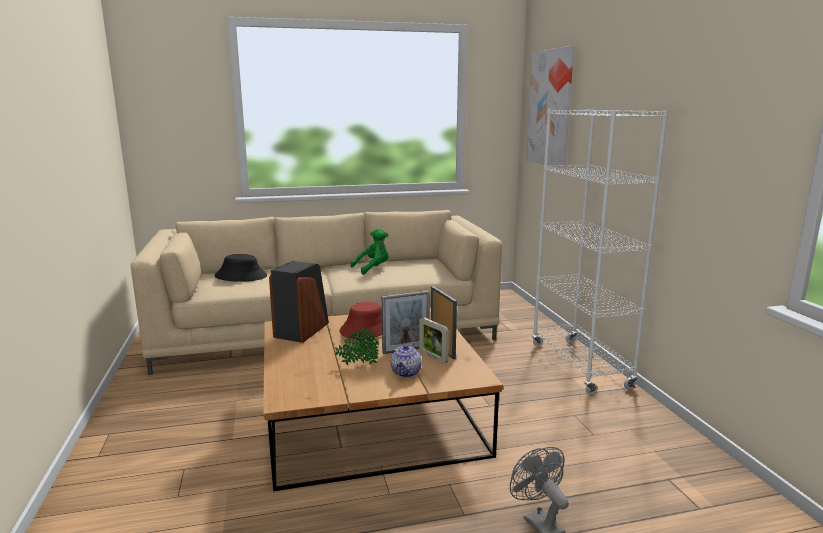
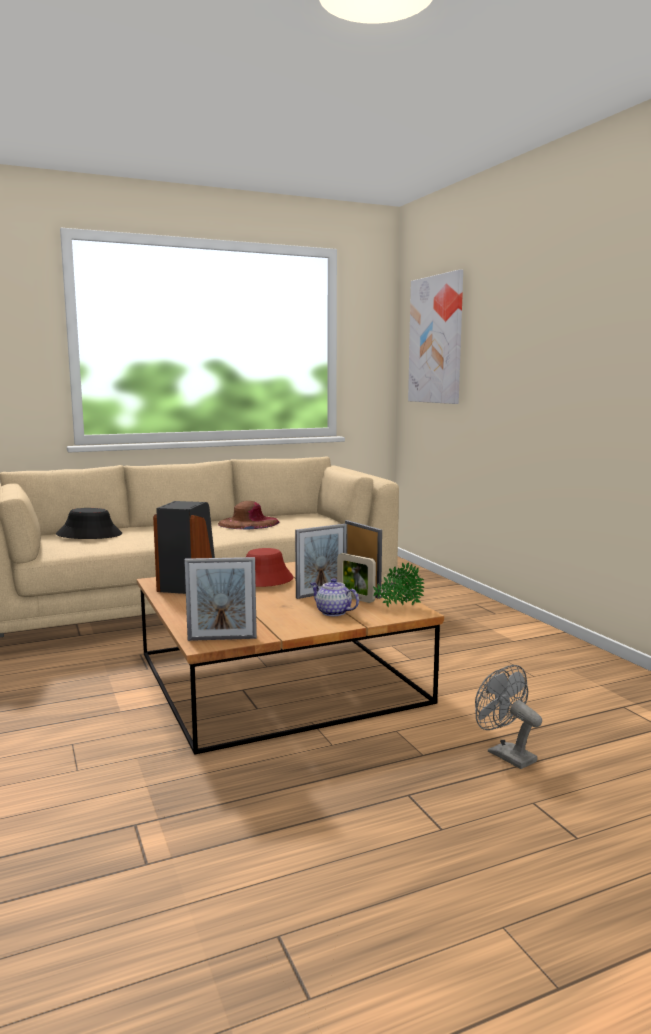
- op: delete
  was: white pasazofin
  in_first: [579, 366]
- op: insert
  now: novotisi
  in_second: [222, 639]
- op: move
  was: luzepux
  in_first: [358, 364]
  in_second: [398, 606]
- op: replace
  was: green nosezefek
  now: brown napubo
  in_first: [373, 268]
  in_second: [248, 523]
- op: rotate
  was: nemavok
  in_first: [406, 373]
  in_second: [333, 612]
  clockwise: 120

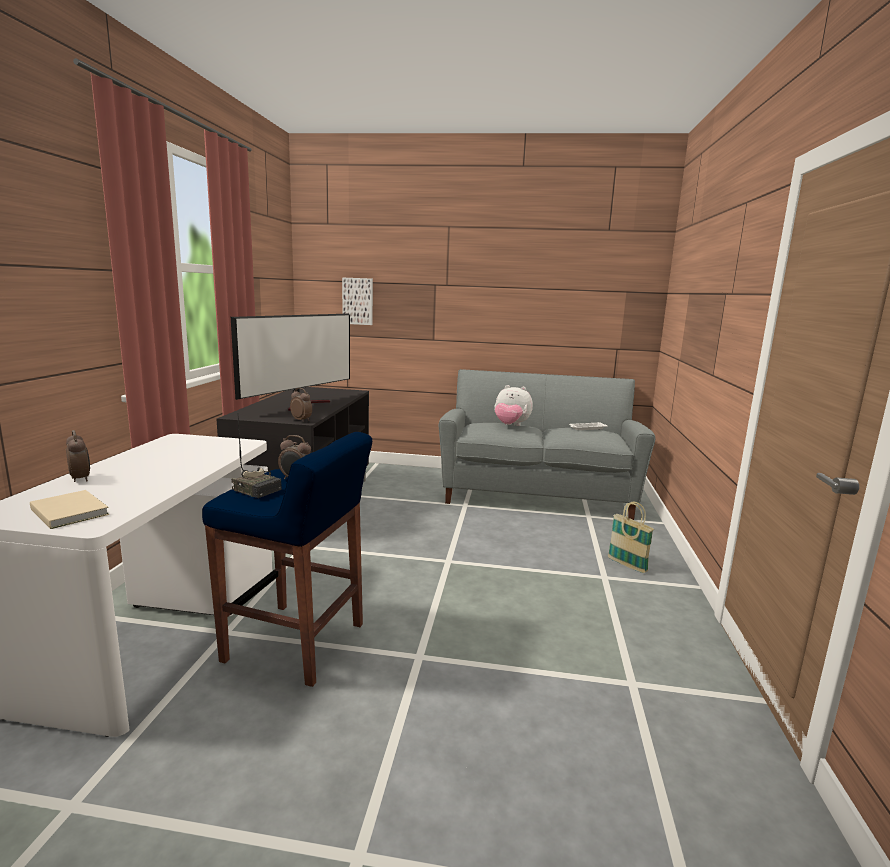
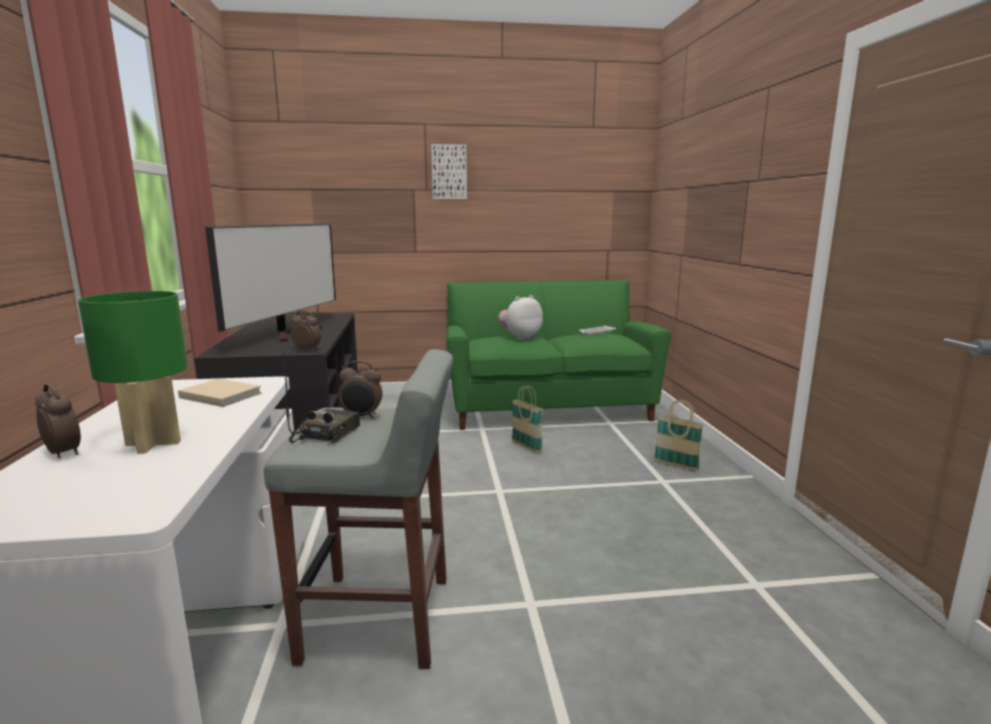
- op: insert
  now: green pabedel
  in_second: [153, 444]
- op: insert
  now: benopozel
  in_second: [526, 447]
- op: move
  was: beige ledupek
  in_first: [70, 511]
  in_second: [220, 395]
- op: move
  was: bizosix
  in_first: [358, 301]
  in_second: [449, 172]
- op: recolor
  was: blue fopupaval
  now: grey fopupaval
  in_first: [297, 643]
  in_second: [380, 619]
- op: recolor
  was: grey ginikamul
  now: green ginikamul
  in_first: [537, 493]
  in_second: [547, 407]
- op: rotate
  was: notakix
  in_first: [258, 489]
  in_second: [325, 434]
  clockwise: -90
- op: rotate
  was: nosezefek
  in_first: [511, 426]
  in_second: [520, 337]
  clockwise: 135

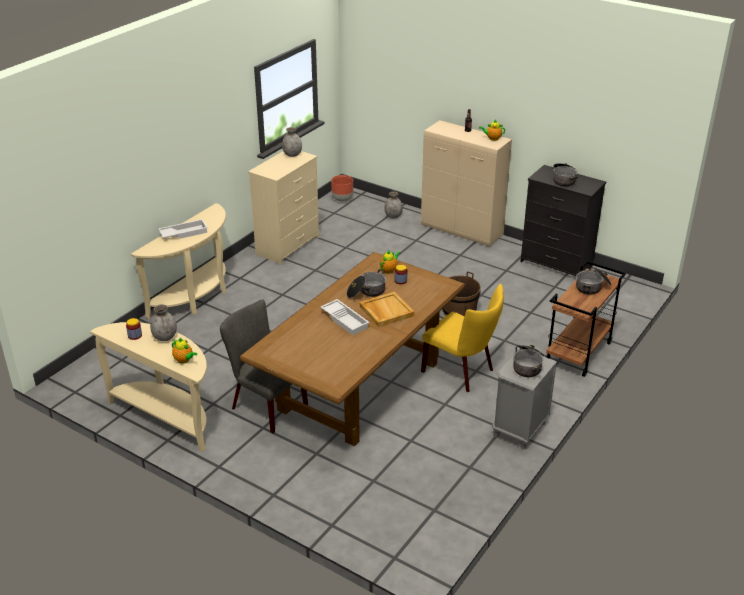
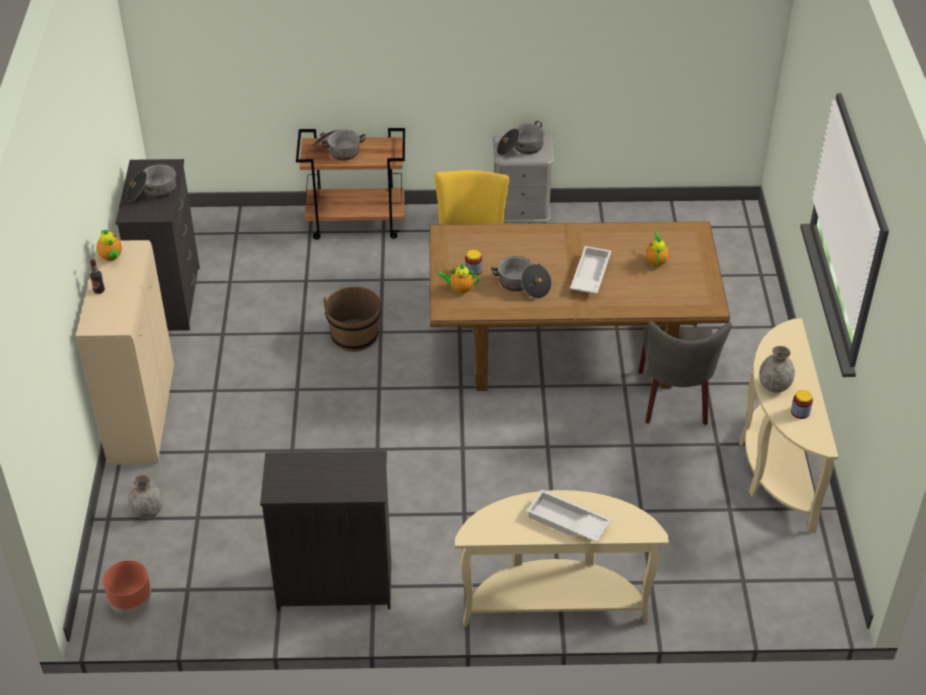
- op: delete
  was: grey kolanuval
  in_first: [292, 154]
- op: delete
  was: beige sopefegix
  in_first: [386, 311]
- op: move
  was: nemavok
  in_first: [184, 360]
  in_second: [656, 261]
- op: recolor
  was: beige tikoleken
  now: black tikoleken
  in_first: [288, 245]
  in_second: [333, 585]

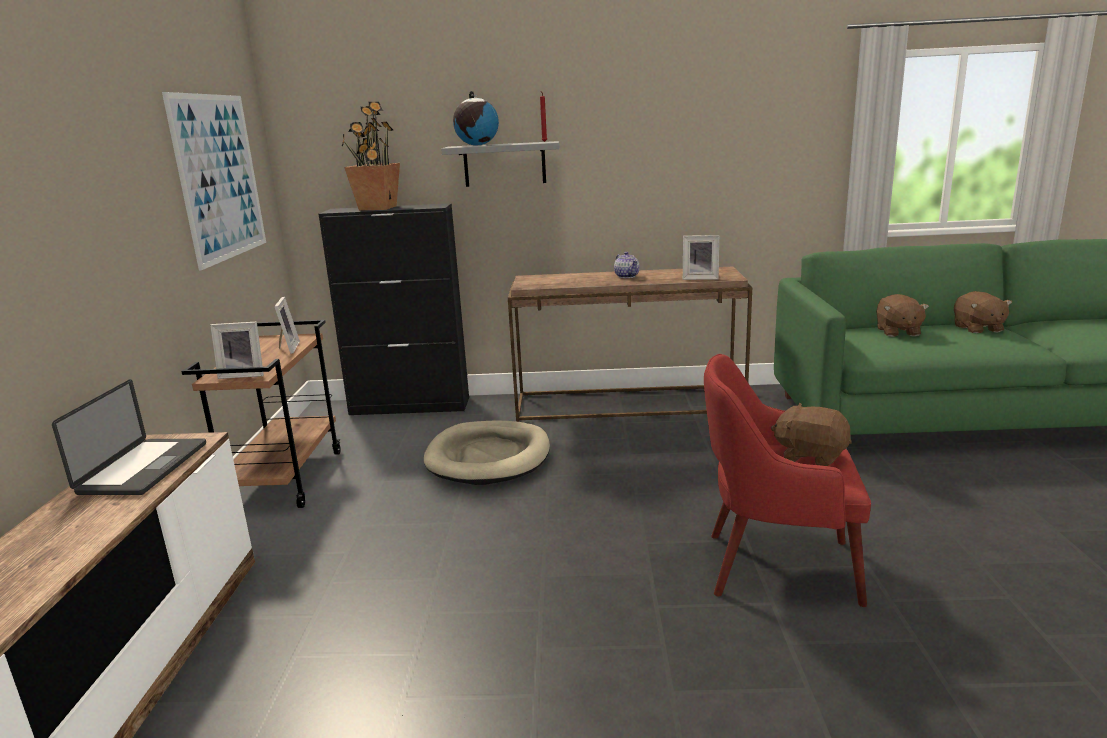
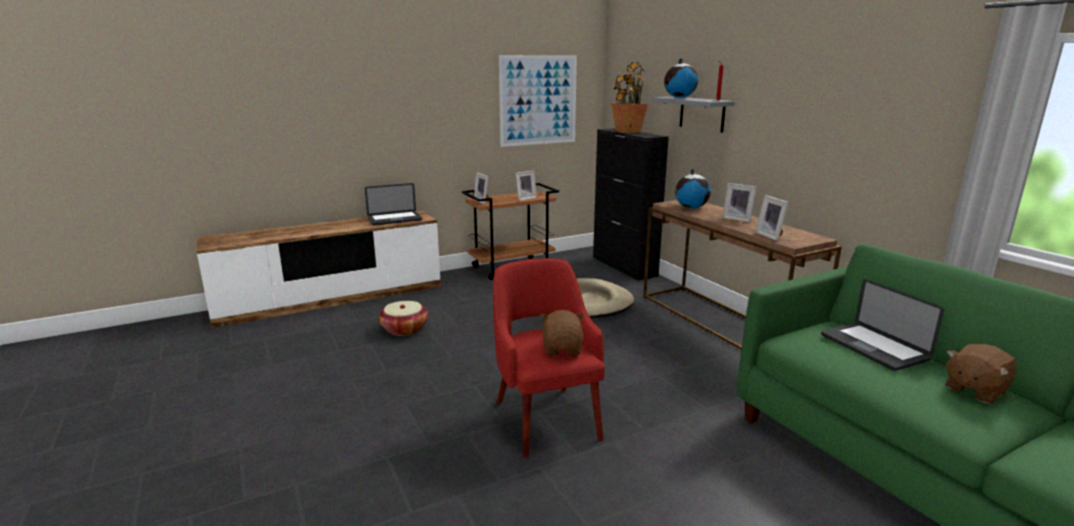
- op: insert
  now: benopozel
  in_second: [404, 329]
- op: insert
  now: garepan
  in_second: [691, 208]
- op: replace
  was: nemavok
  now: novotisi
  in_first: [627, 276]
  in_second: [738, 219]
- op: replace
  was: brown nosezefek
  now: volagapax
  in_first: [897, 332]
  in_second: [873, 347]

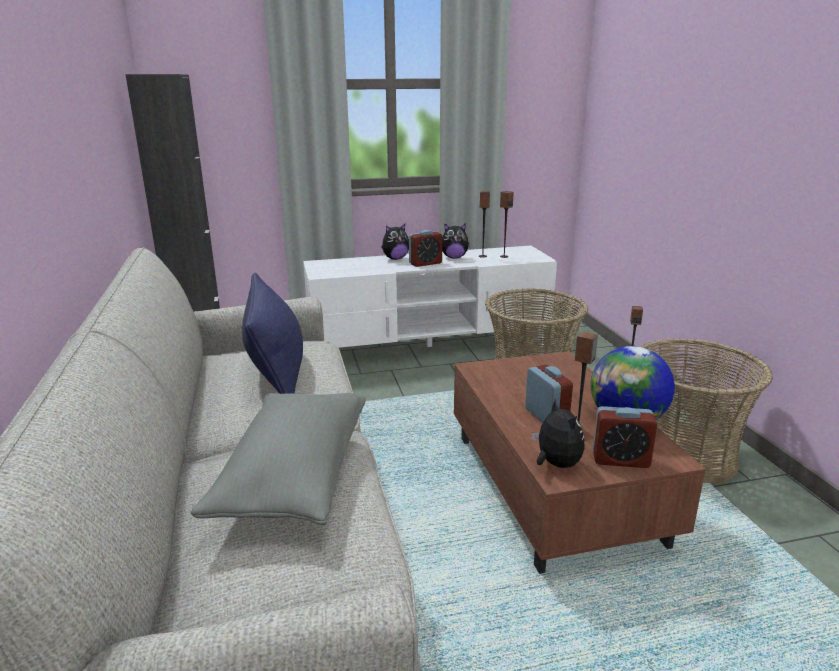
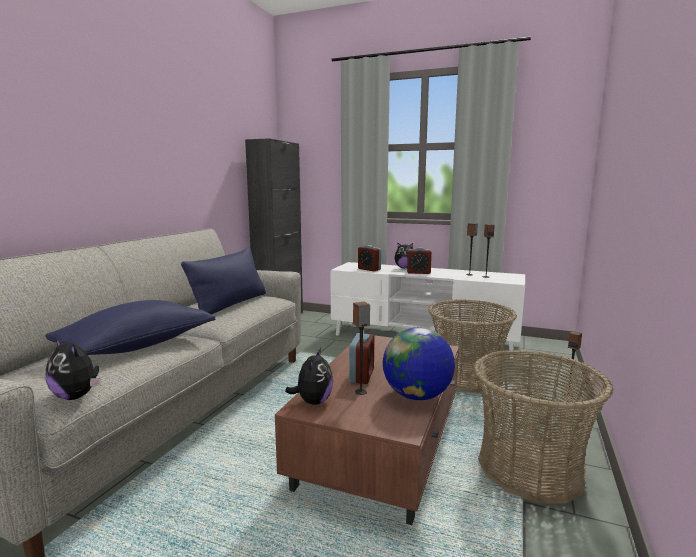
- op: move
  was: nosezefek
  in_first: [454, 257]
  in_second: [77, 396]
- op: move
  was: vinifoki
  in_first: [620, 460]
  in_second: [369, 269]
- op: recolor
  was: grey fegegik
  now: blue fegegik
  in_first: [294, 476]
  in_second: [137, 346]

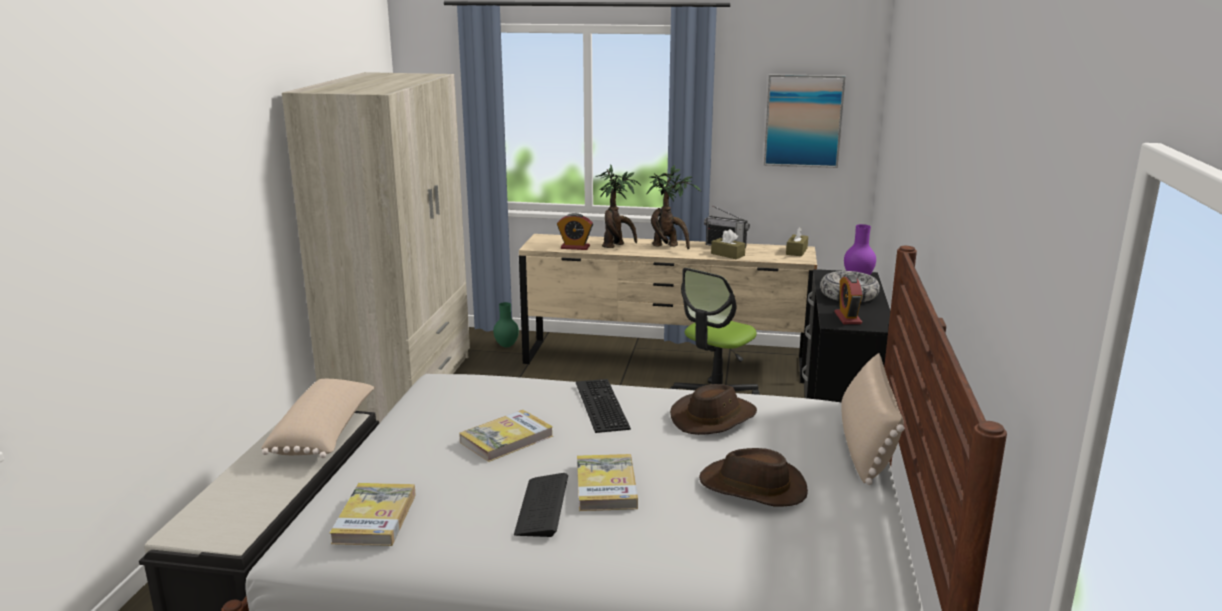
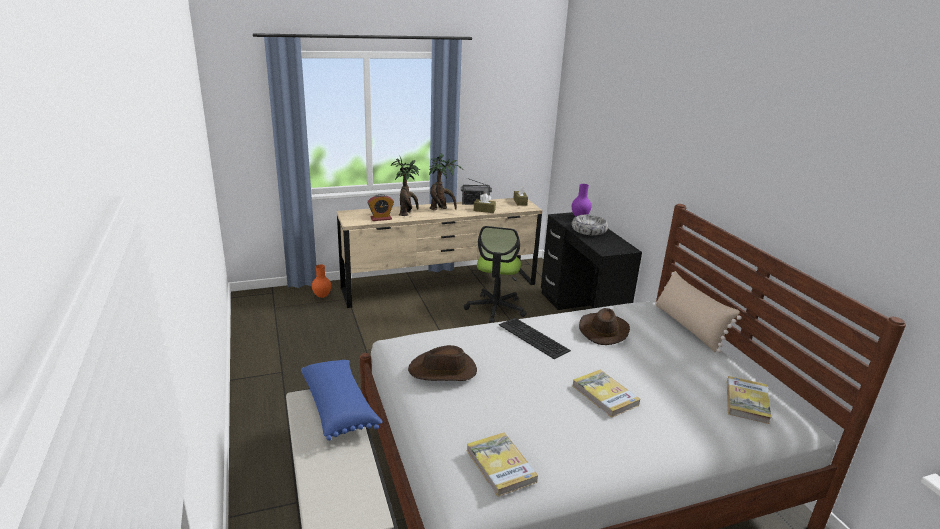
- op: delete
  was: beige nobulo
  in_first: [402, 385]
- op: delete
  was: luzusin
  in_first: [542, 506]
- op: delete
  was: bizosix
  in_first: [803, 121]
- op: delete
  was: vinifoki
  in_first: [847, 318]
- op: move
  was: ledupek
  in_first: [506, 439]
  in_second: [746, 402]
- op: move
  was: brown napubo
  in_first: [753, 487]
  in_second: [443, 370]
- op: recolor
  was: beige fegegik
  now: blue fegegik
  in_first: [325, 434]
  in_second: [339, 408]
- op: recolor
  was: green kolanuval
  now: orange kolanuval
  in_first: [507, 345]
  in_second: [322, 296]

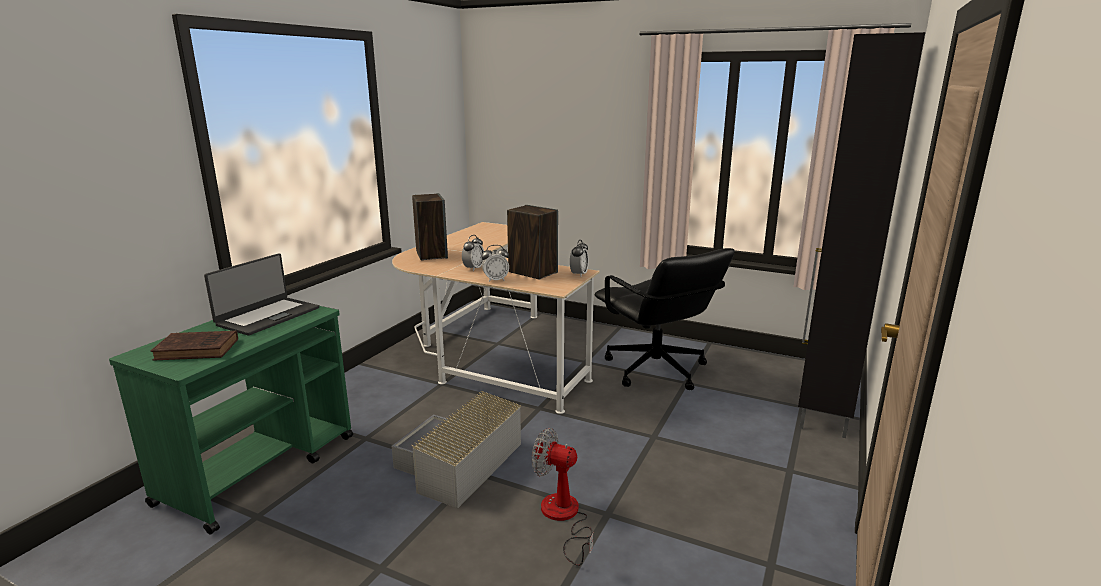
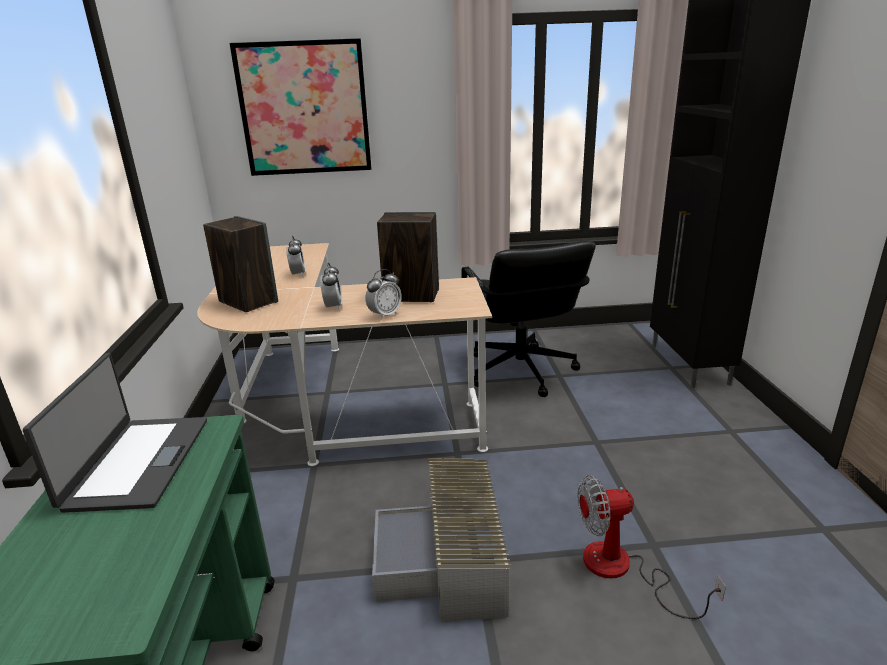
- op: delete
  was: brown ledupek
  in_first: [199, 349]
- op: insert
  now: bizosix
  in_second: [304, 109]
- op: move
  was: vinifoki
  in_first: [579, 274]
  in_second: [298, 274]
- op: rotate
  was: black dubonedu
  in_first: [655, 370]
  in_second: [520, 372]
  clockwise: 45

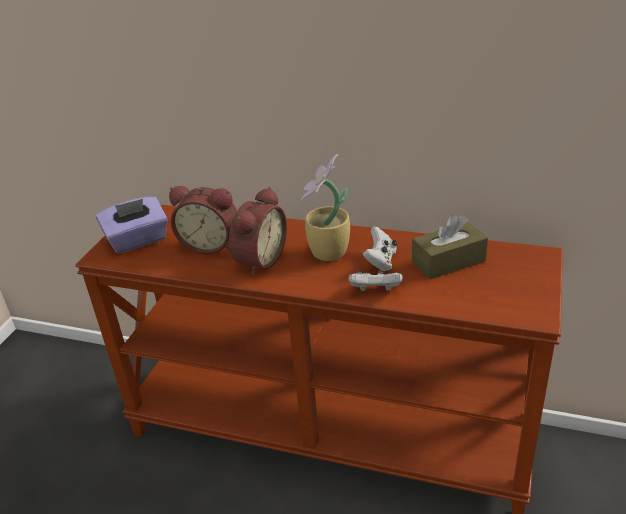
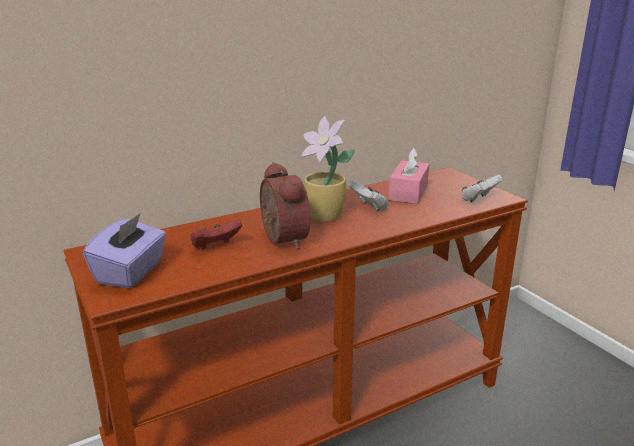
- op: move
  was: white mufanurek
  in_first: [375, 291]
  in_second: [478, 199]
- op: replace
  was: vinifoki
  now: red mufanurek
  in_first: [211, 244]
  in_second: [215, 246]
- op: recolor
  was: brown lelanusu
  now: pink lelanusu
  in_first: [448, 261]
  in_second: [408, 192]

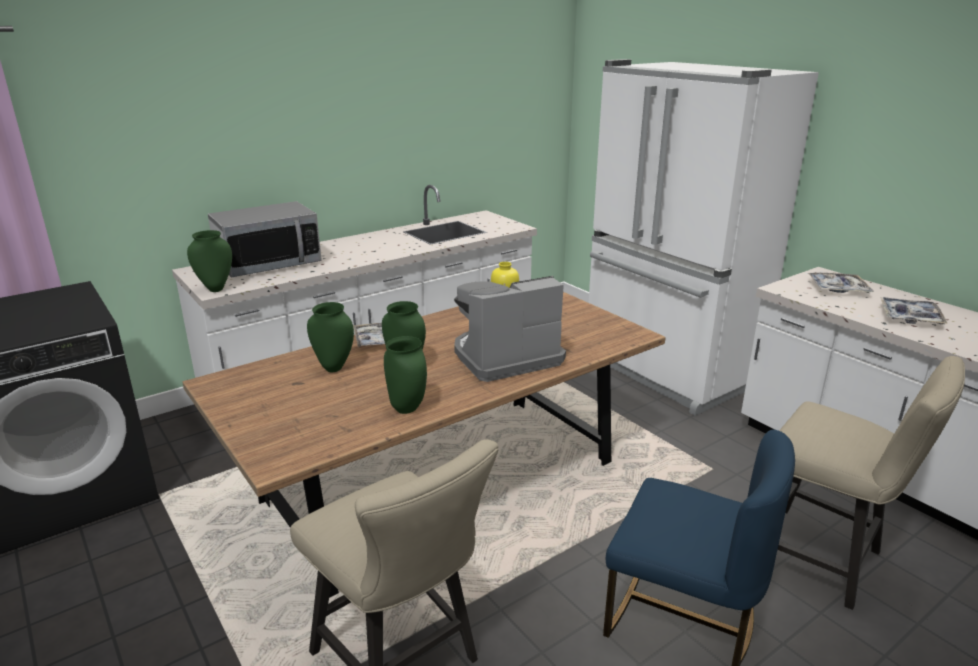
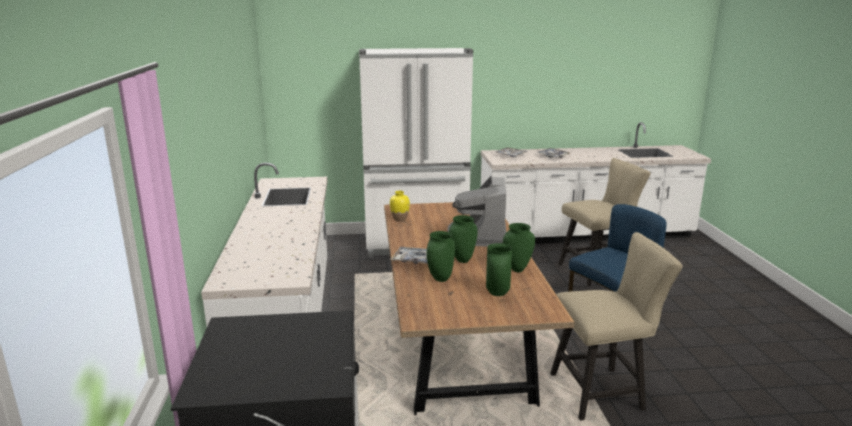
- op: delete
  was: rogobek
  in_first: [269, 264]
- op: move
  was: green kolanuval
  in_first: [216, 289]
  in_second: [497, 293]

